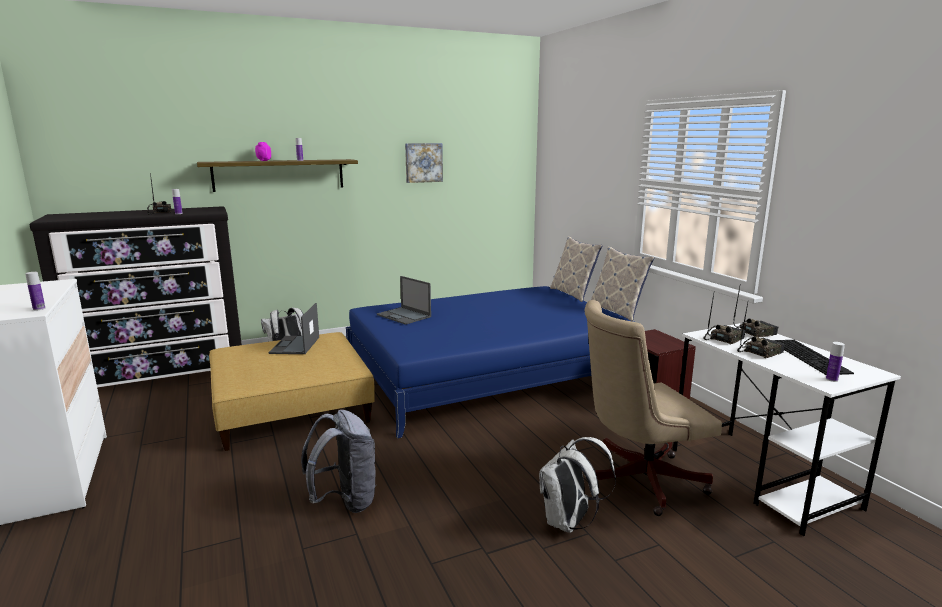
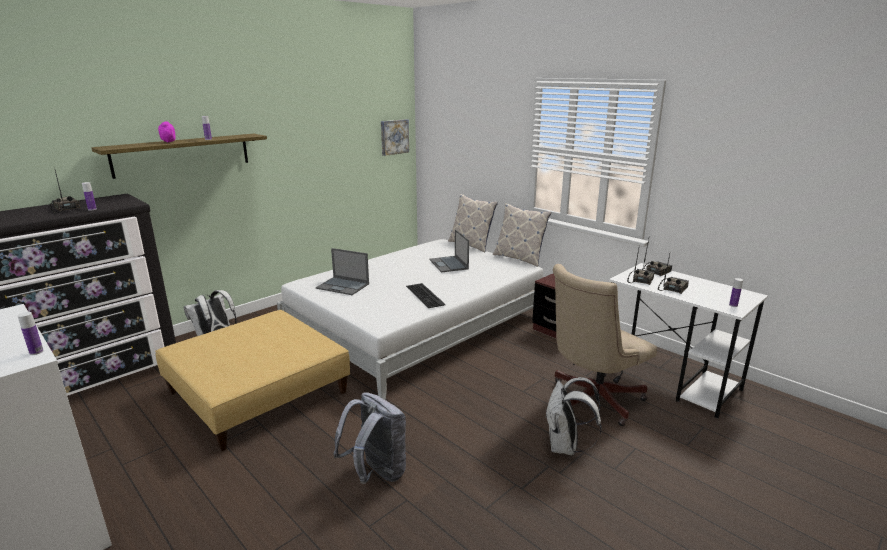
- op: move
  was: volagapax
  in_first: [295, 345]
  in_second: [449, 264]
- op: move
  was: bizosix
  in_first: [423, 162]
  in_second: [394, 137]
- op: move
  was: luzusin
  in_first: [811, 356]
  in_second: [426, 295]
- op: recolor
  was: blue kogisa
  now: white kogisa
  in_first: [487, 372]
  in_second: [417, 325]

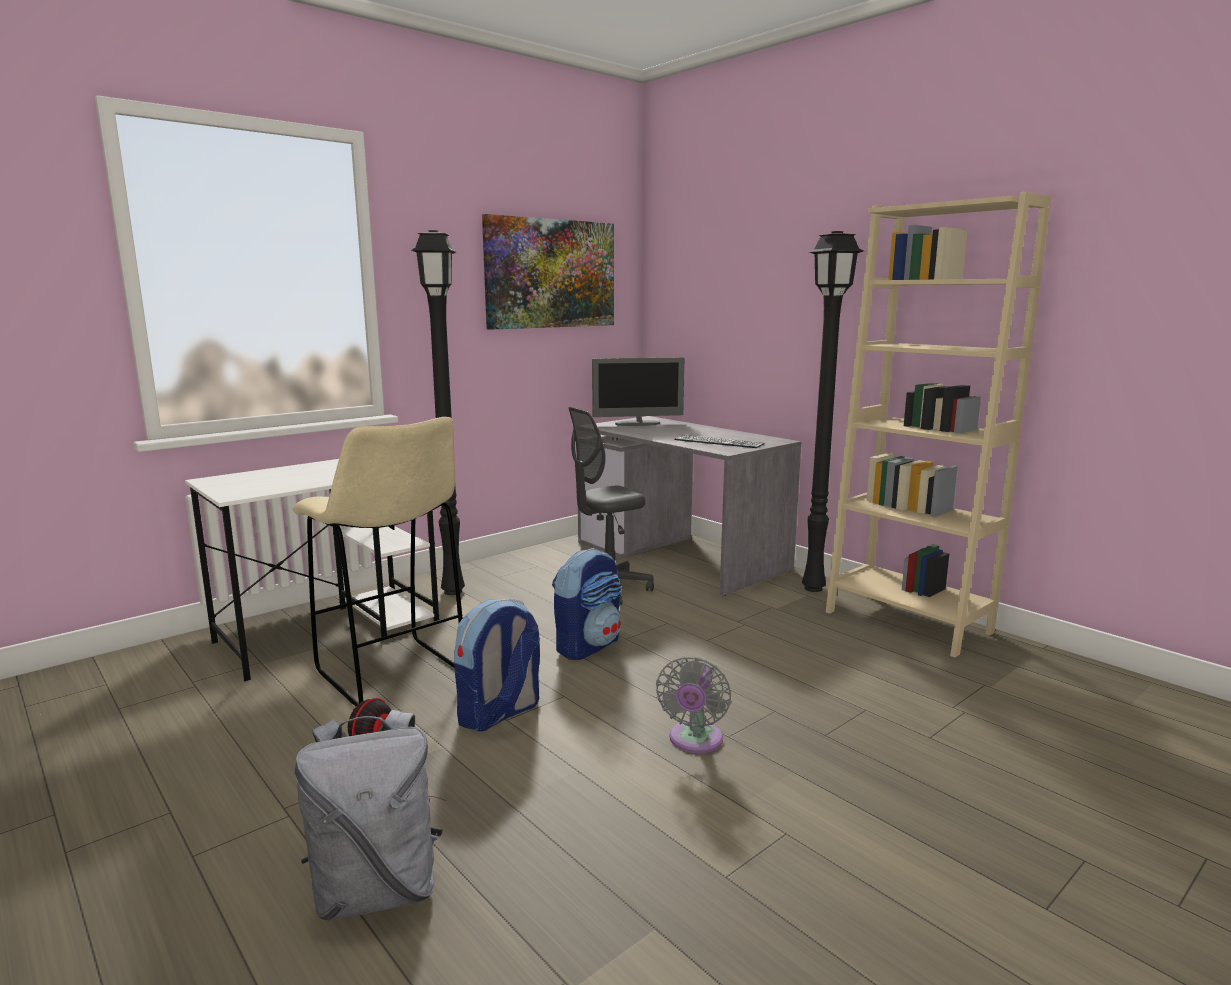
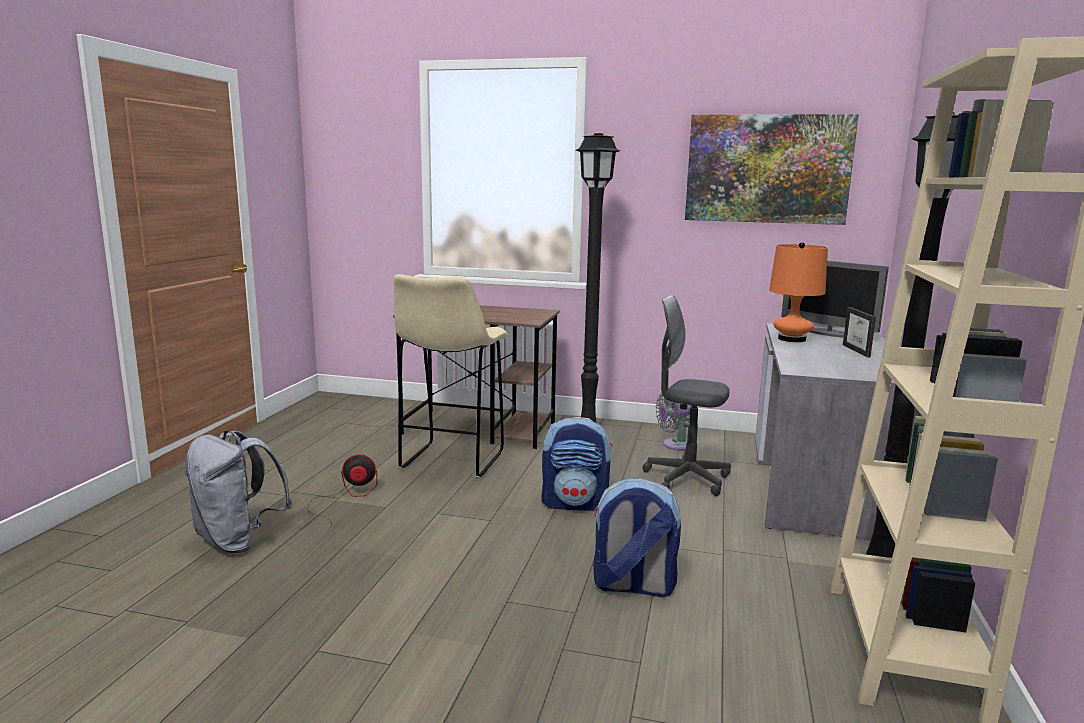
- op: delete
  was: luzusin
  in_first: [719, 442]
- op: insert
  now: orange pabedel
  in_second: [791, 339]
- op: insert
  now: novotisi
  in_second: [861, 351]
- op: move
  was: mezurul
  in_first: [499, 714]
  in_second: [632, 586]
- op: move
  was: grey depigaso
  in_first: [694, 741]
  in_second: [675, 445]
- op: recolor
  was: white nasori
  now: brown nasori
  in_first: [330, 632]
  in_second: [480, 428]

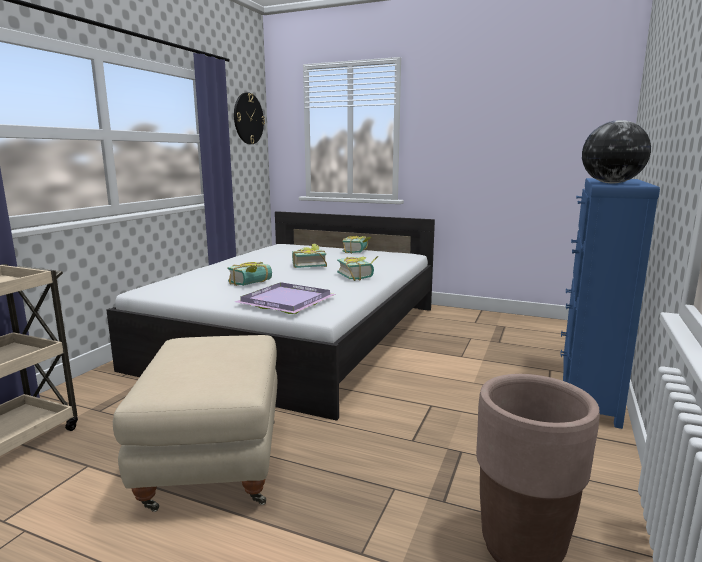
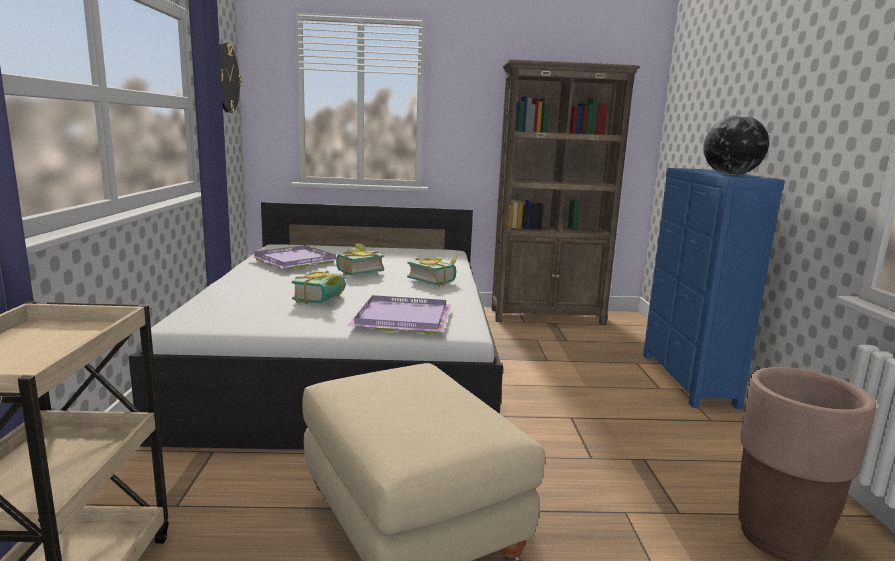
- op: delete
  was: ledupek
  in_first: [358, 251]
- op: insert
  now: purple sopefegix
  in_second: [293, 260]
- op: insert
  now: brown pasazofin
  in_second: [548, 316]

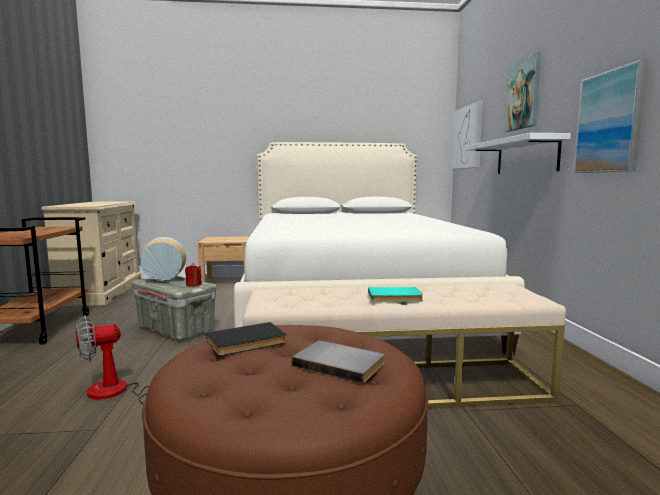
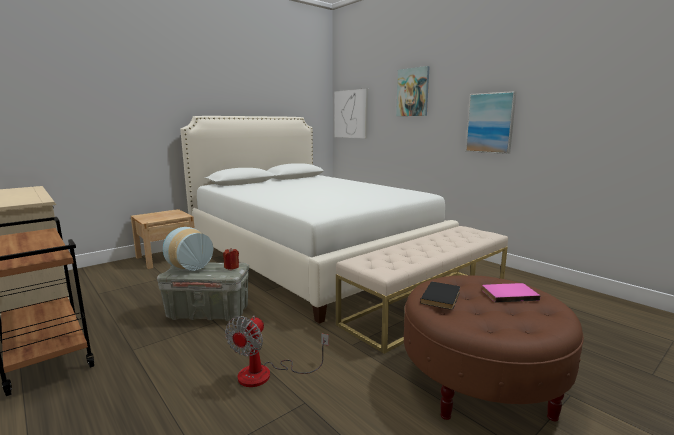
- op: delete
  was: turquoise ledupek
  in_first: [395, 297]
- op: delete
  was: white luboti
  in_first: [526, 156]
- op: recolor
  was: grey ledupek
  now: pink ledupek
  in_first: [340, 363]
  in_second: [508, 294]

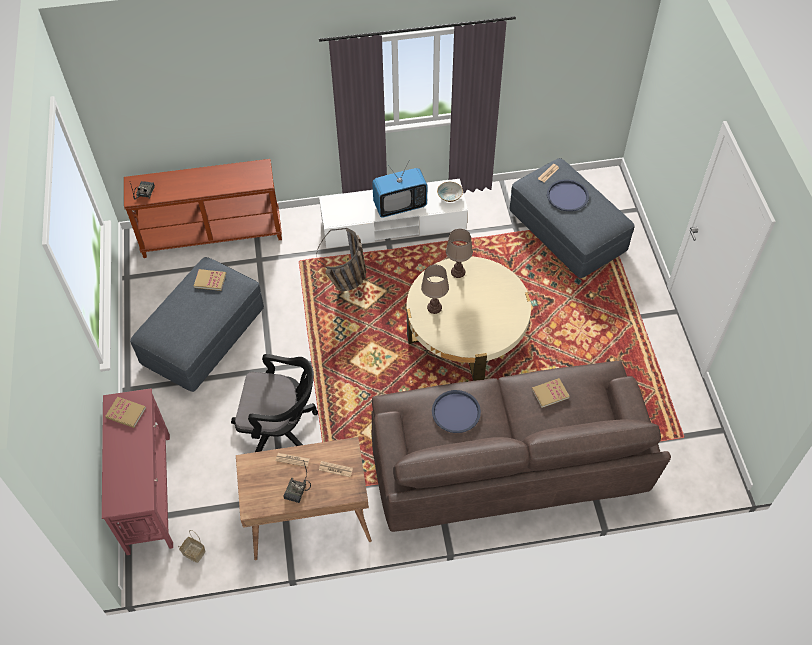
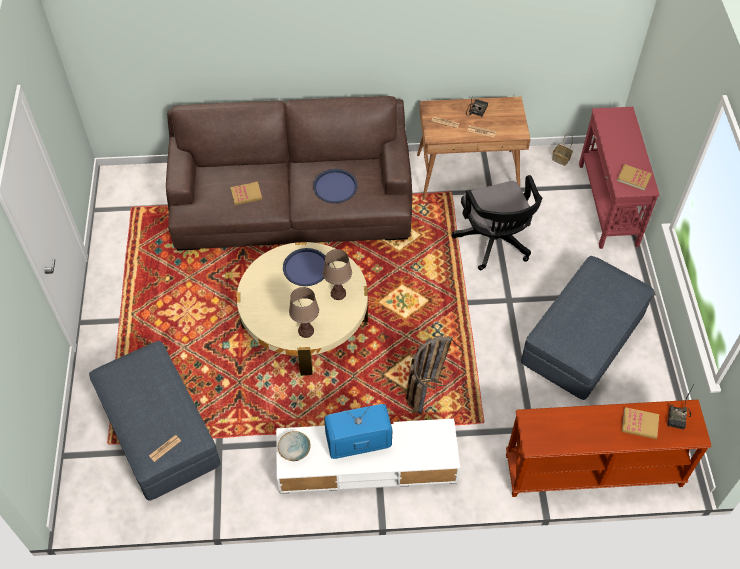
- op: move
  was: ledupek
  in_first: [210, 280]
  in_second: [640, 424]
- op: move
  was: blue sopefegix
  in_first: [567, 196]
  in_second: [306, 268]
- op: rotate
  was: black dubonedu
  in_first: [281, 430]
  in_second: [495, 243]
  clockwise: -120

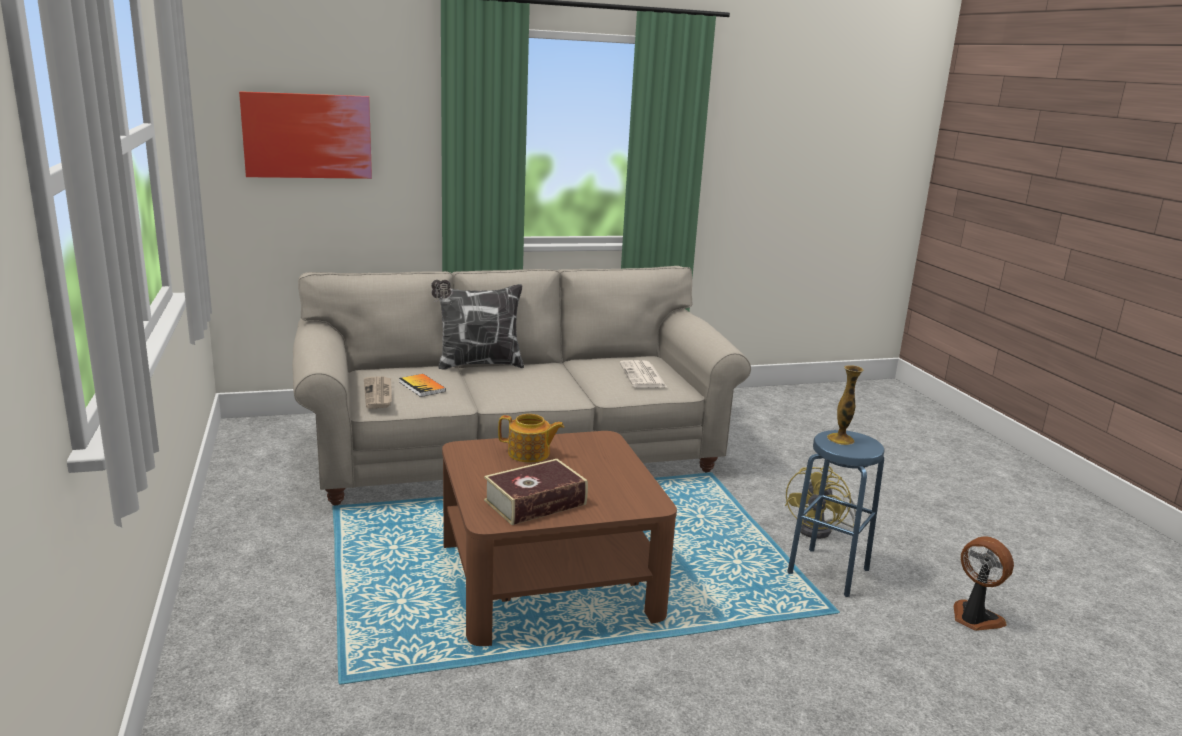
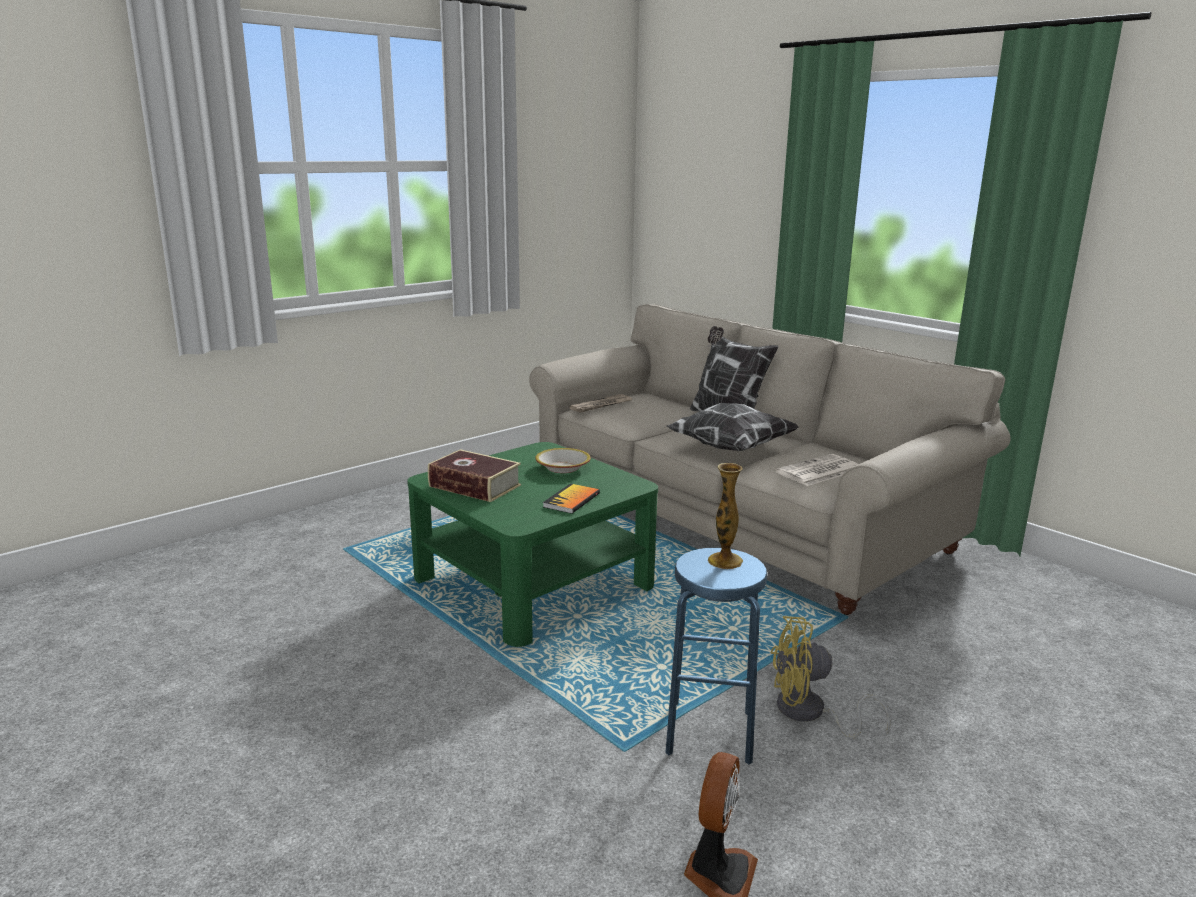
- op: delete
  was: bizosix
  in_first: [307, 136]
- op: insert
  now: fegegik
  in_second: [730, 448]
- op: move
  was: ledupek
  in_first: [422, 386]
  in_second: [571, 500]
- op: replace
  was: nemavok
  now: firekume
  in_first: [530, 454]
  in_second: [562, 468]
- op: recolor
  was: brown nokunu
  now: green nokunu
  in_first: [549, 578]
  in_second: [535, 582]

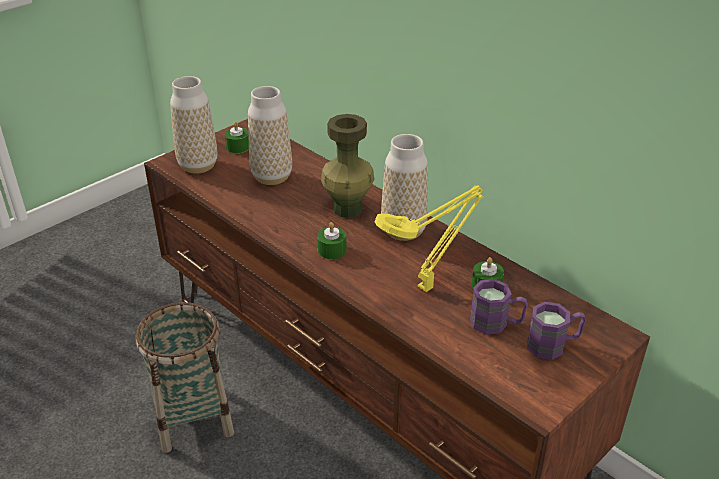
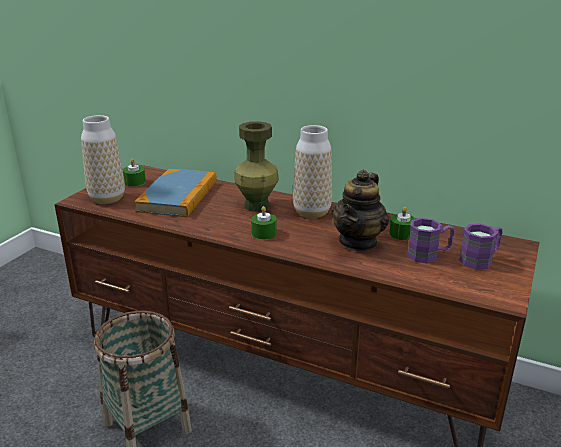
- op: replace
  was: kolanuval
  now: ledupek
  in_first: [272, 177]
  in_second: [178, 196]
- op: replace
  was: yellow pabedel
  now: nemavok
  in_first: [428, 286]
  in_second: [358, 242]

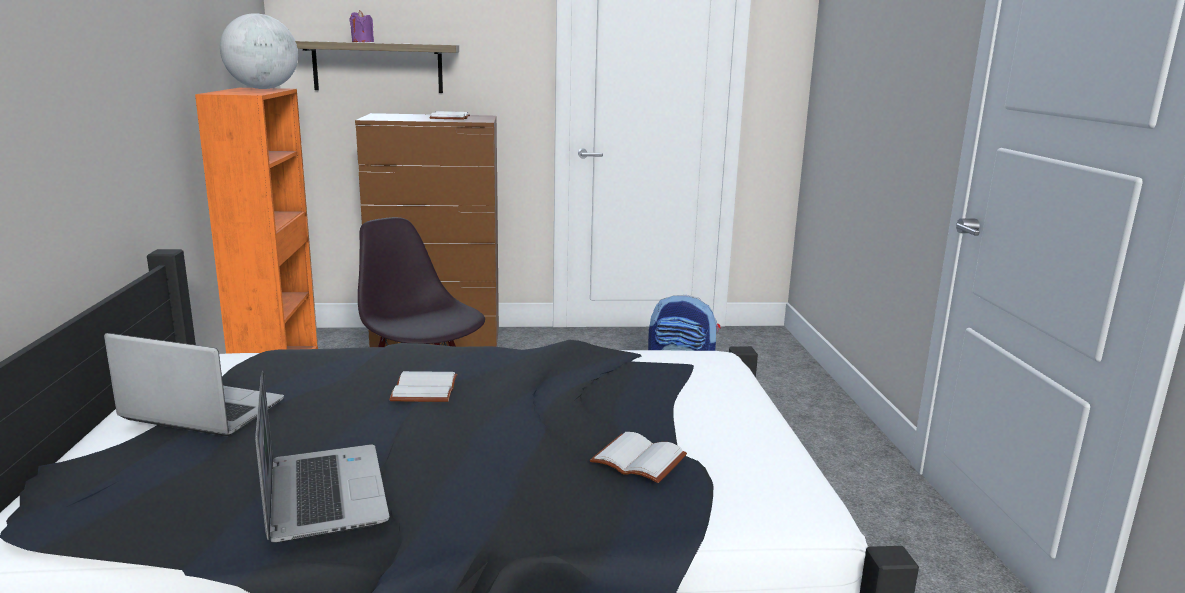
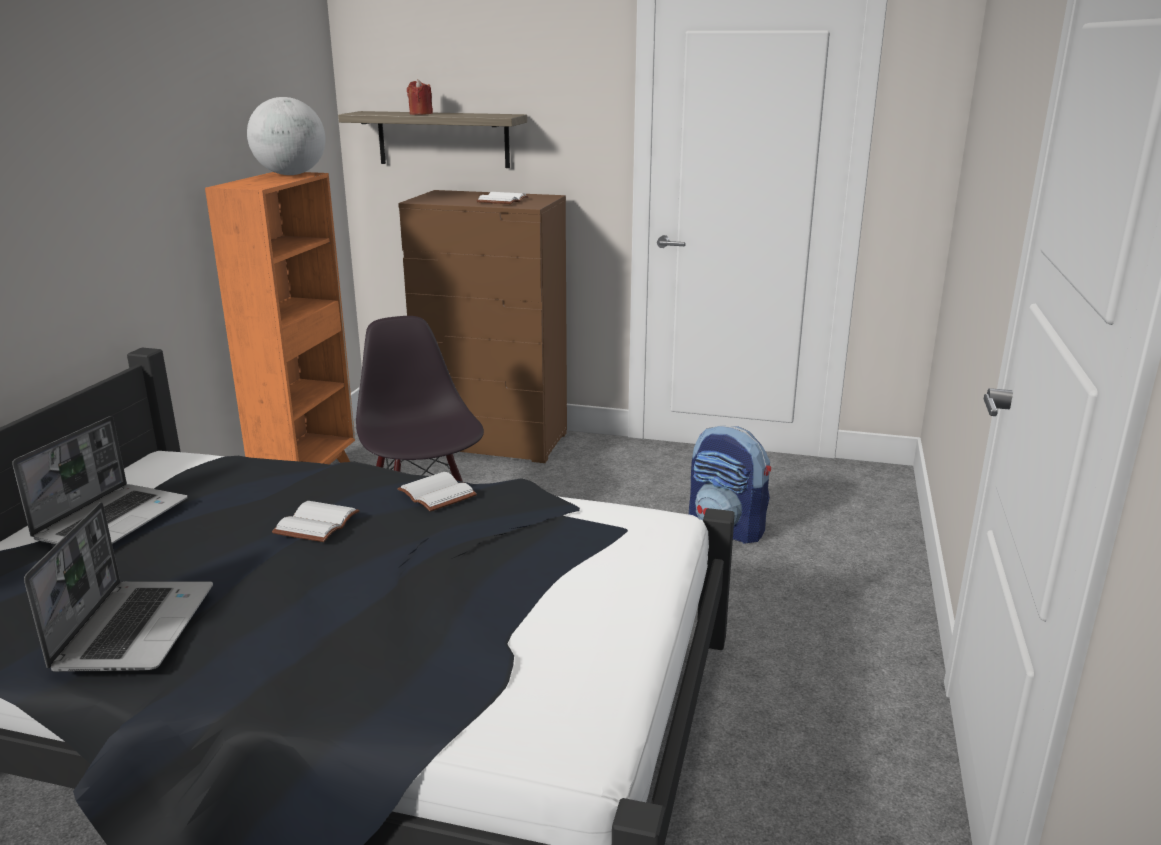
- op: move
  was: white ledupek
  in_first: [636, 461]
  in_second: [434, 494]
- op: recolor
  was: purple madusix
  now: red madusix
  in_first: [362, 42]
  in_second: [420, 114]
- op: rotate
  was: volagapax
  in_first: [200, 411]
  in_second: [113, 519]
  clockwise: 75

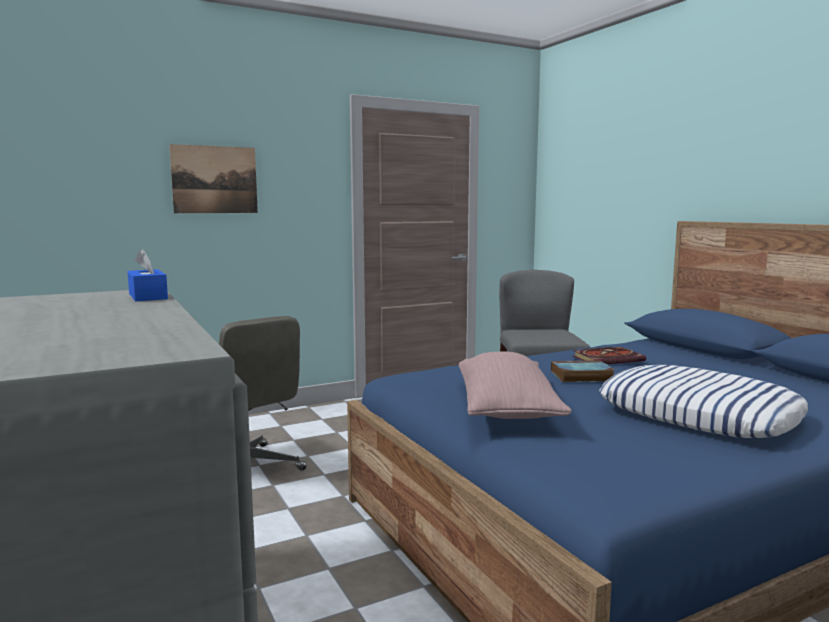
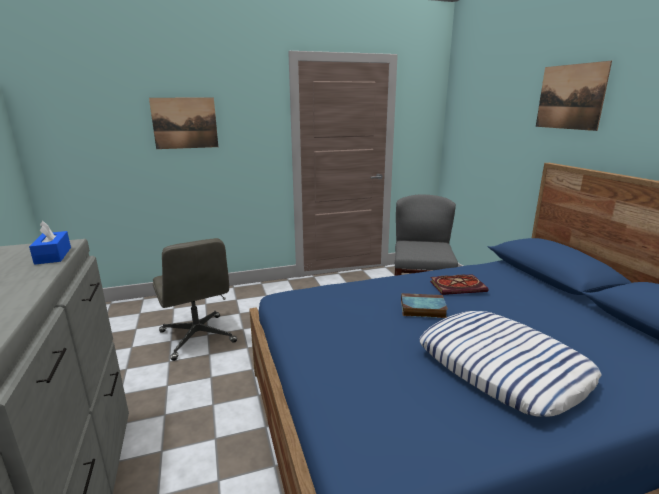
- op: delete
  was: pink fegegik
  in_first: [506, 409]
- op: insert
  now: bizosix
  in_second: [570, 97]

